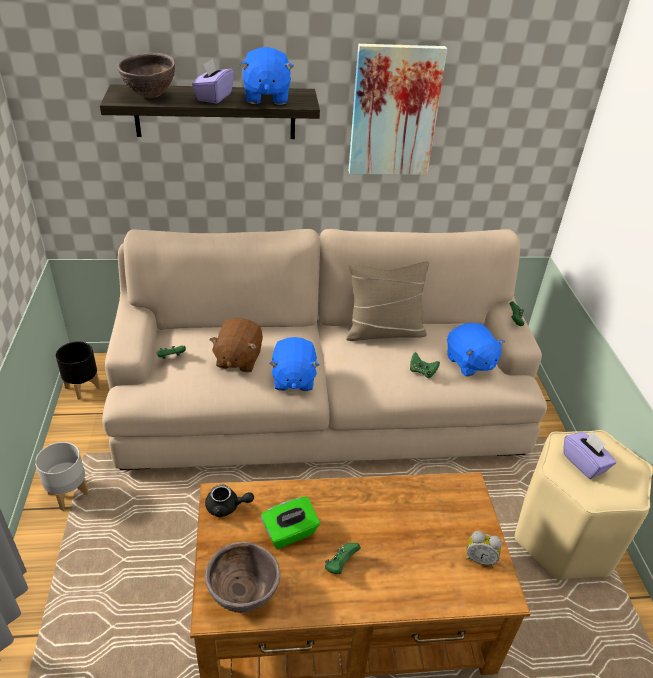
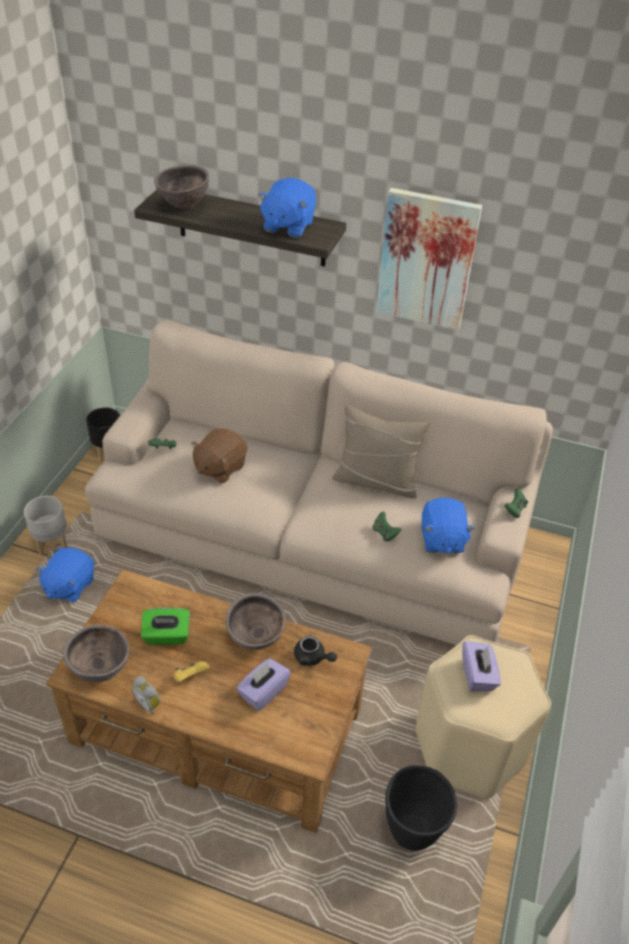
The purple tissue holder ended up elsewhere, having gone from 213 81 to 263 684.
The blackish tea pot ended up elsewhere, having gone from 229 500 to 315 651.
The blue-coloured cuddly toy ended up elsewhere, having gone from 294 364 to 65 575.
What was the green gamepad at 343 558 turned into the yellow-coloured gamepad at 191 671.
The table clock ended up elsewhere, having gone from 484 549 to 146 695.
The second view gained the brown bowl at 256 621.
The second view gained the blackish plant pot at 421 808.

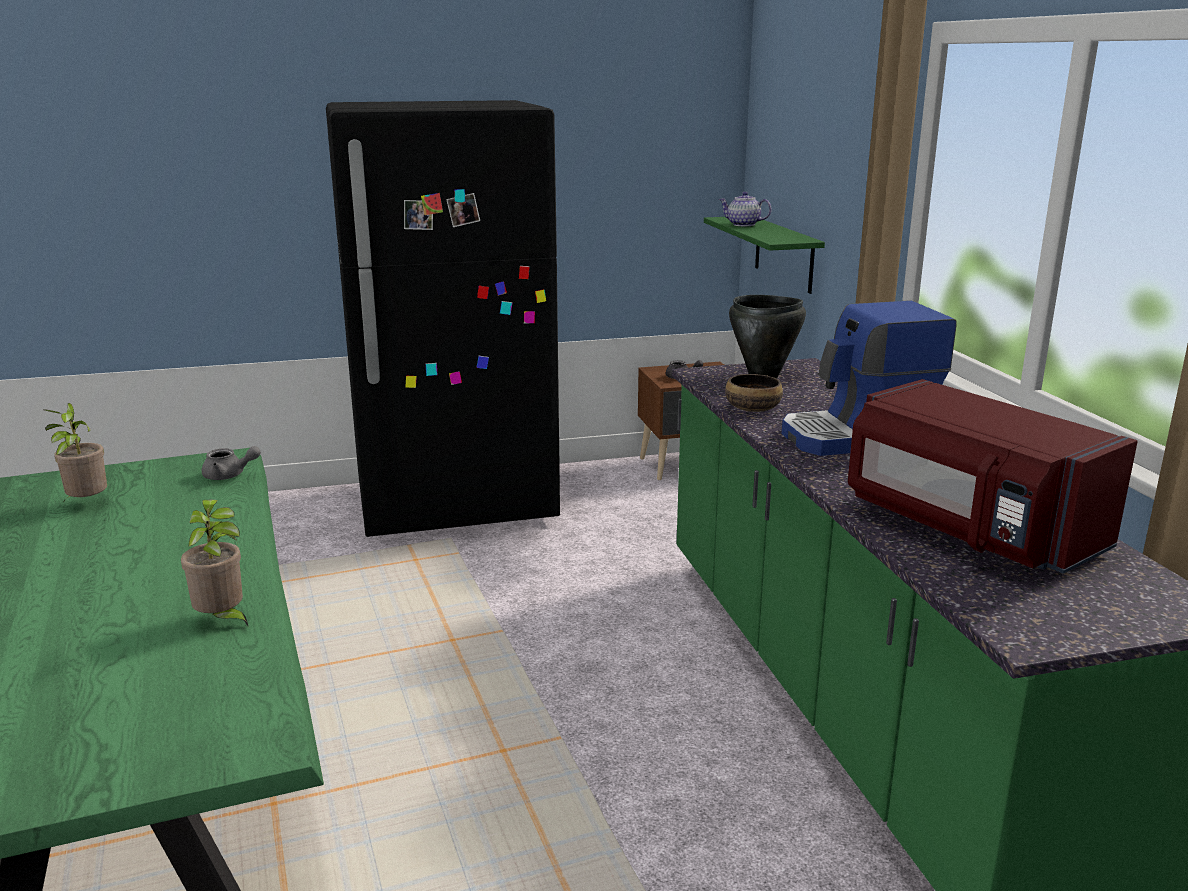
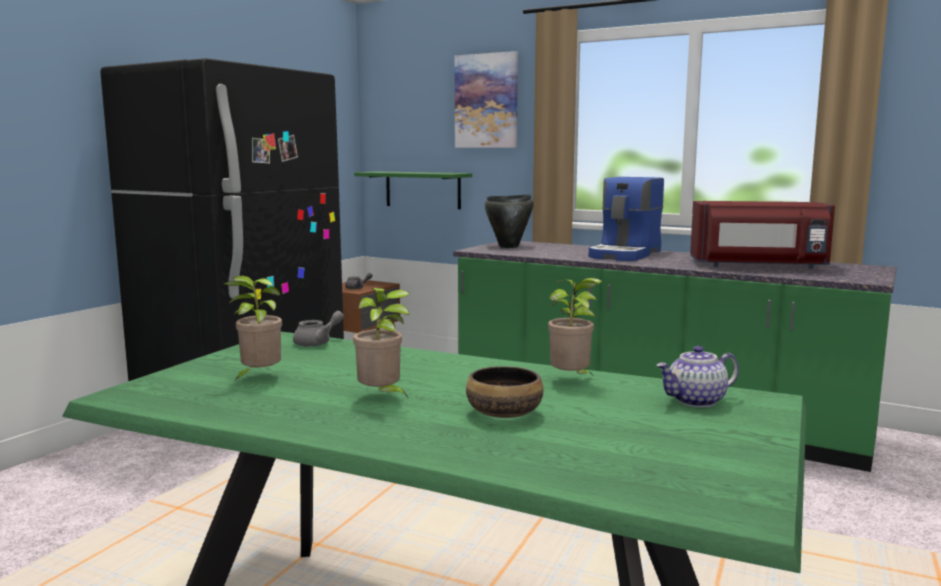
The tea pot ended up elsewhere, having gone from 745 209 to 697 376.
The bowl ended up elsewhere, having gone from 754 393 to 504 392.
The second view gained the potted plant at 381 343.
The second view gained the wall picture at 486 99.

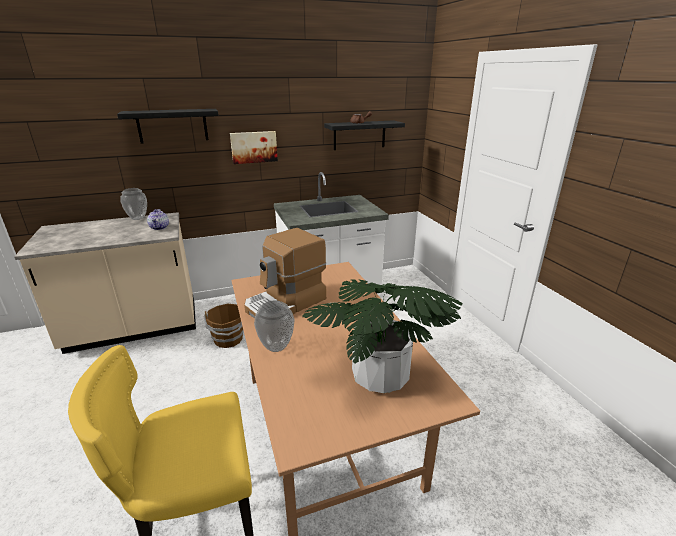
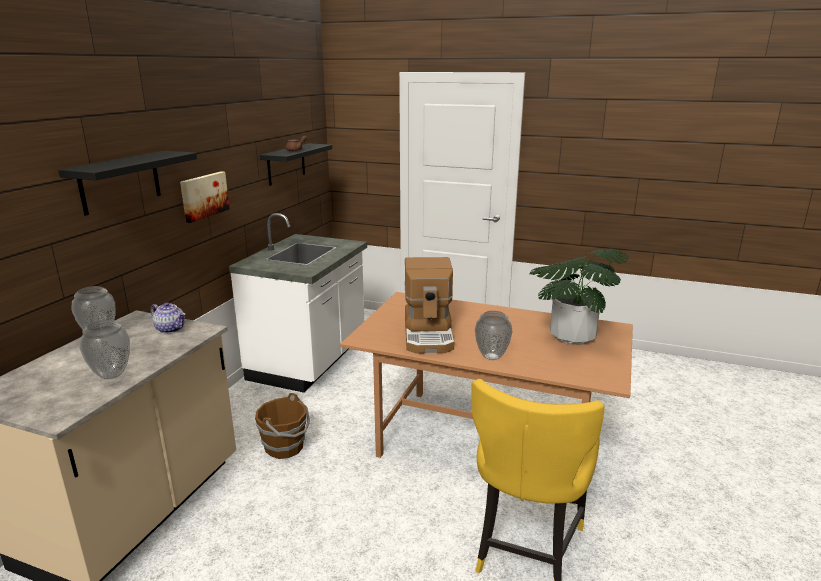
The second view gained the vase at 105 349.

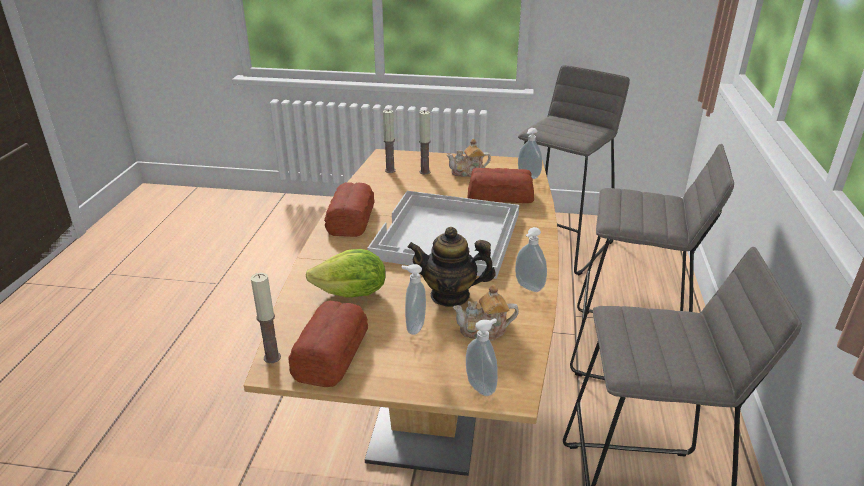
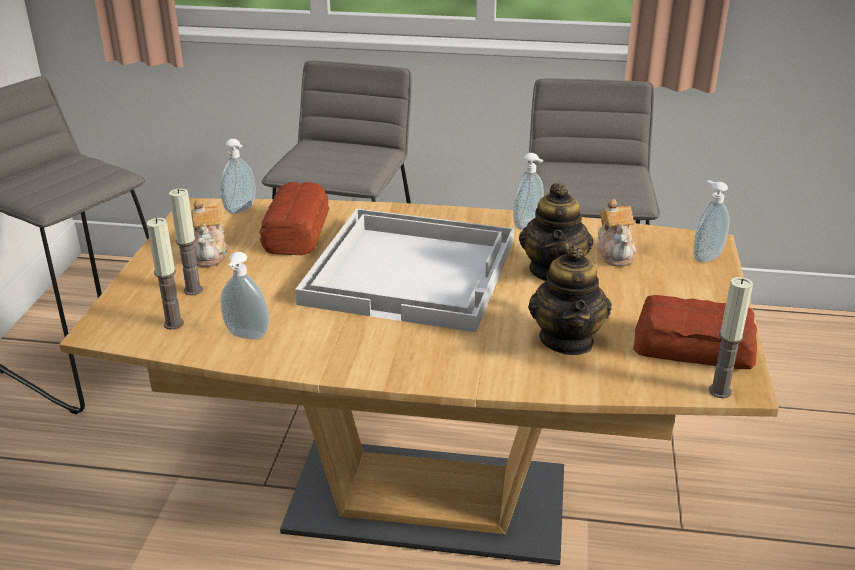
Where the lettuce head stood at 346 273, the tea pot came to stand at 570 298.
The second view lost the baked bread at 349 209.
The liquid soap bottle ended up elsewhere, having gone from 414 299 to 245 296.

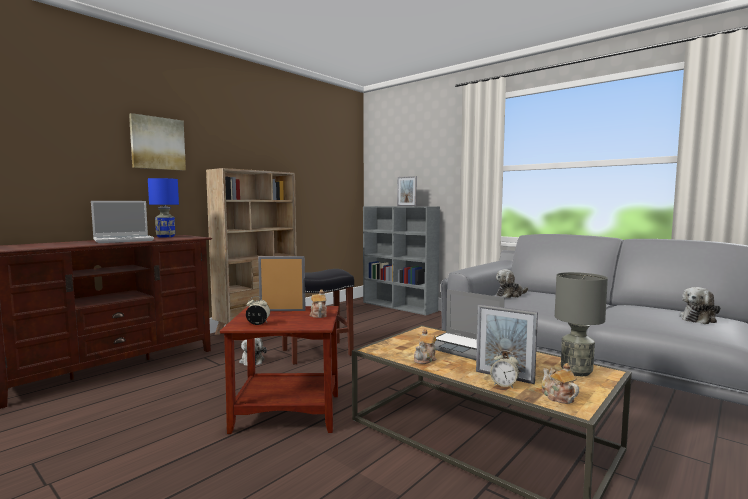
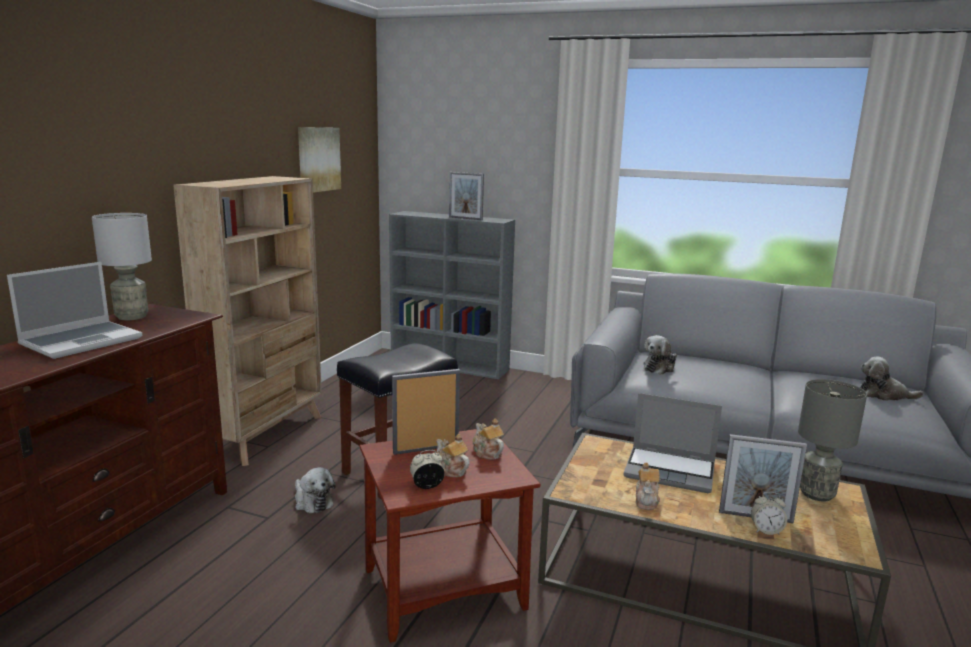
The wall picture ended up elsewhere, having gone from 157 142 to 319 160.
What was the blue-coloured table lamp at 163 208 turned into the grey table lamp at 122 266.
The tea pot ended up elsewhere, having gone from 560 383 to 453 455.
The cuddly toy at 699 305 ended up facing another way, 75 degrees clockwise from before.

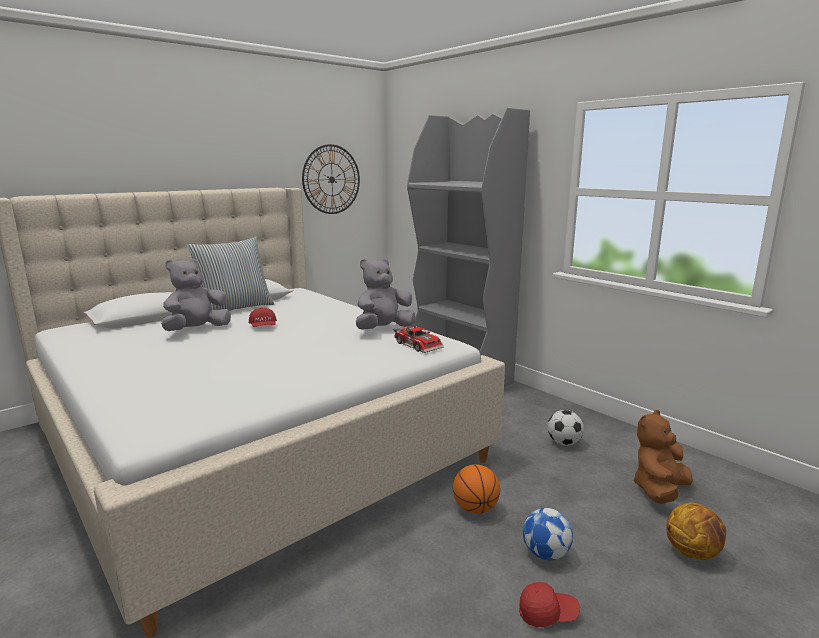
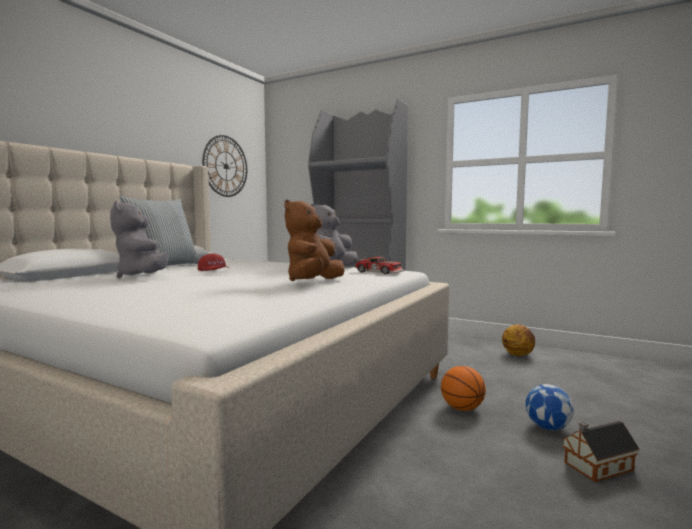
The grey cuddly toy at 196 295 ended up facing another way, 45 degrees counterclockwise from before.
Where the red peaked cap stood at 549 604, the miniature house came to stand at 601 451.
The second view lost the ball for football at 565 428.
The brown cuddly toy ended up elsewhere, having gone from 663 457 to 314 240.
The basketball ended up elsewhere, having gone from 696 531 to 518 340.

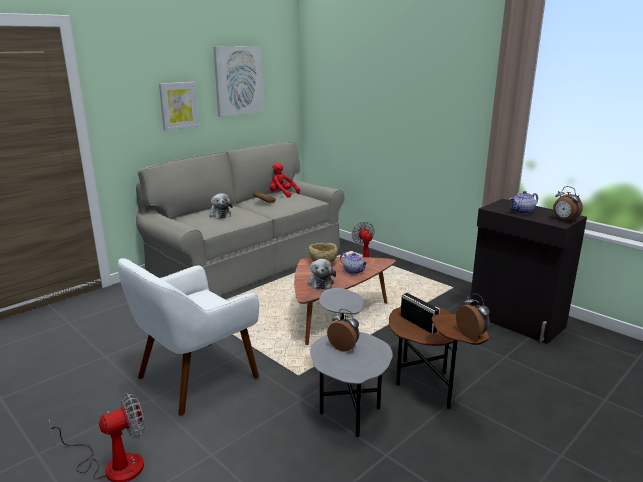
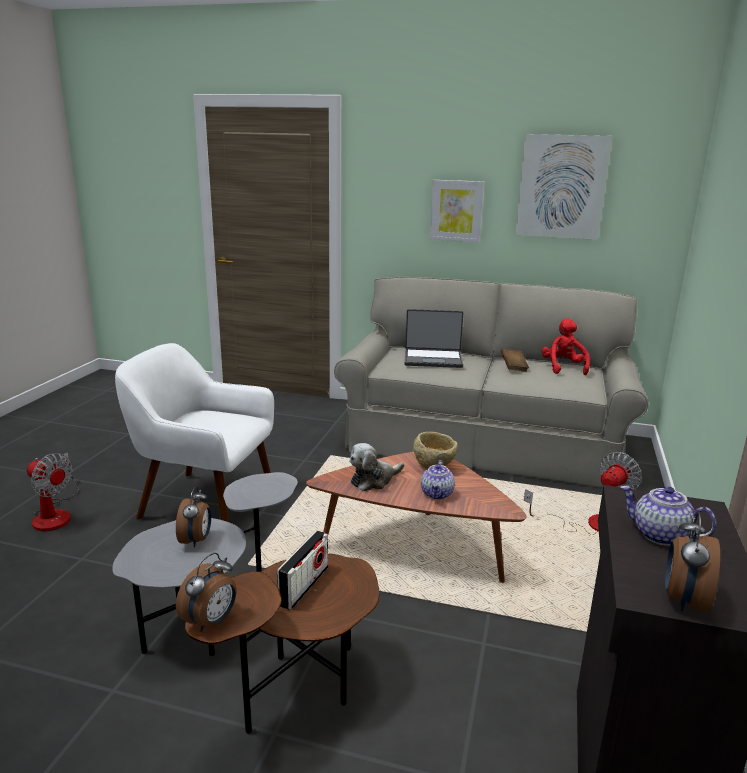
Where the cuddly toy stood at 221 206, the notebook computer came to stand at 433 338.

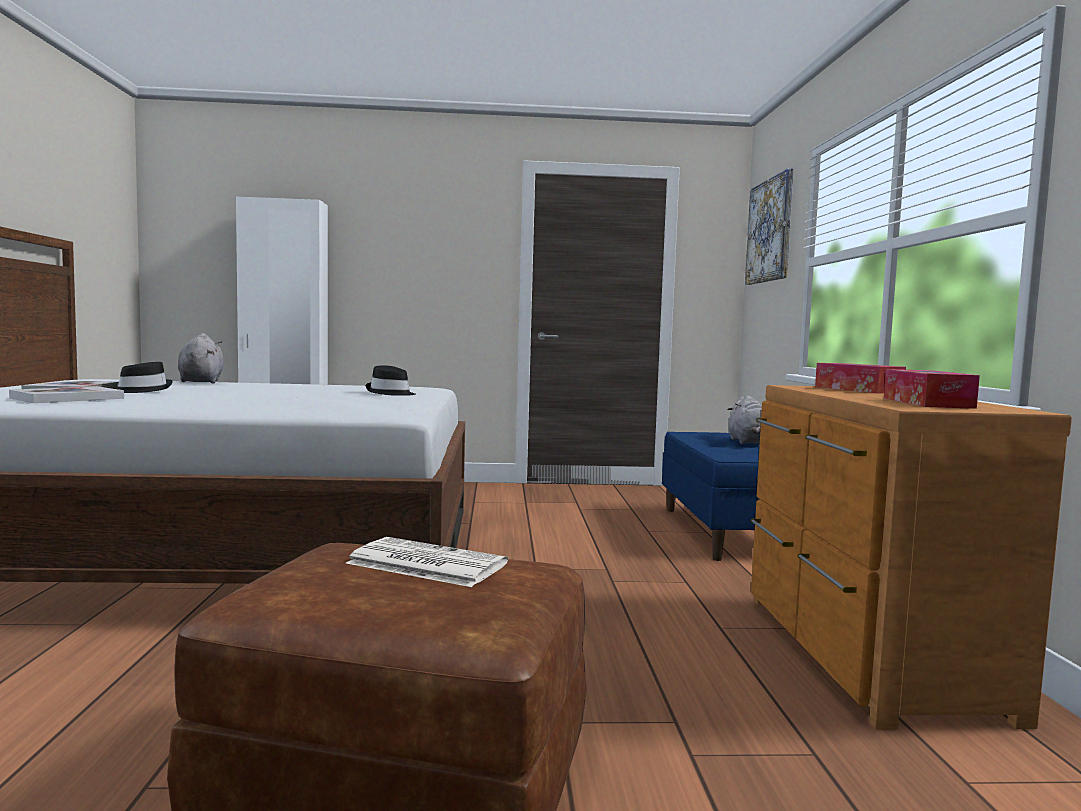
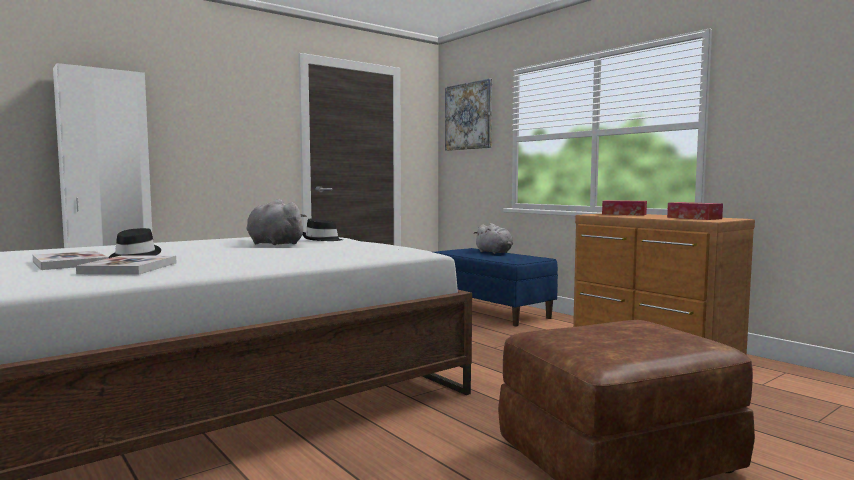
The grey cuddly toy ended up elsewhere, having gone from 200 358 to 276 222.
The second view lost the daily paper at 427 562.

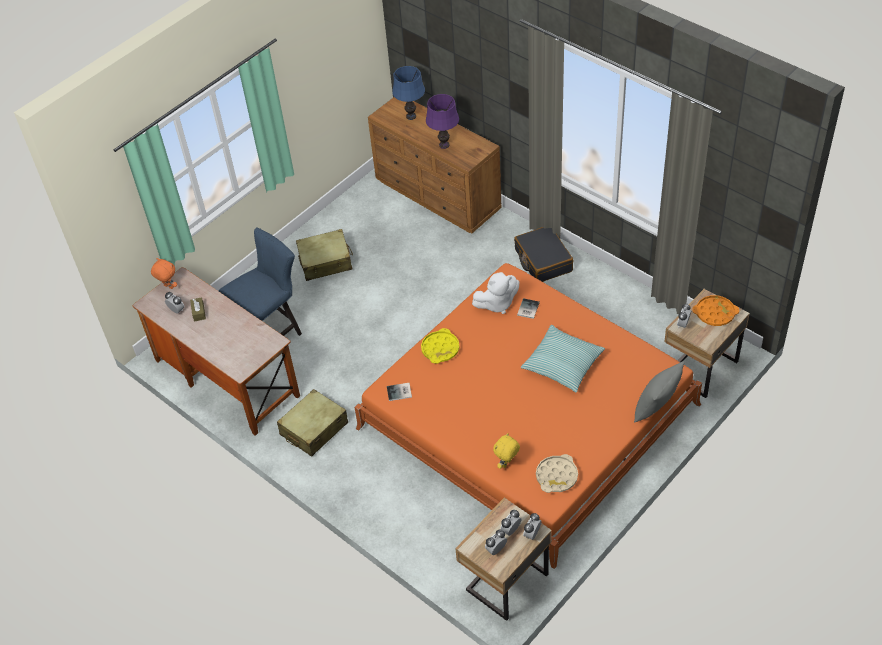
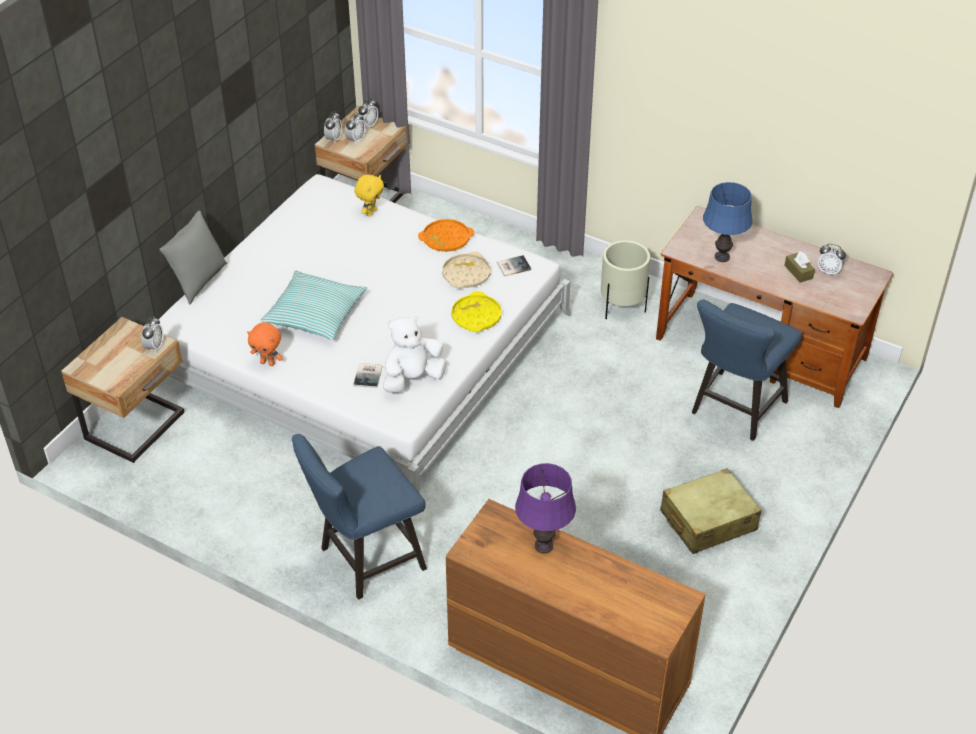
The orange cuddly toy ended up elsewhere, having gone from 164 273 to 265 344.
Where the beige suitcase stood at 312 422, the beige plant pot came to stand at 625 279.
What was the orange bed at 528 416 turned into the white-coloured bed at 365 334.
The blue-coloured table lamp ended up elsewhere, having gone from 408 93 to 727 222.
Where the blackish suitcase stood at 544 254, the blue-coloured chair came to stand at 359 516.
The beige serving tray ended up elsewhere, having gone from 557 473 to 466 269.
The orange serving tray ended up elsewhere, having gone from 715 310 to 446 235.

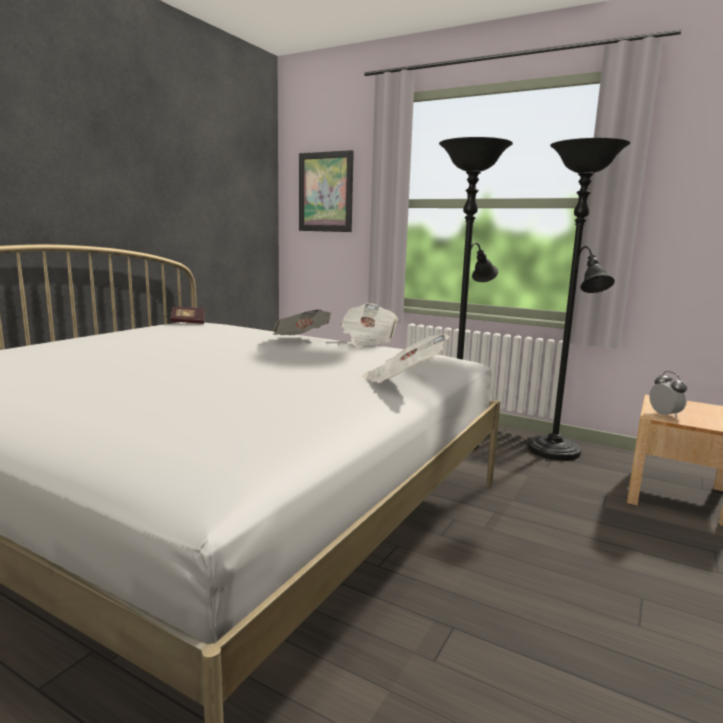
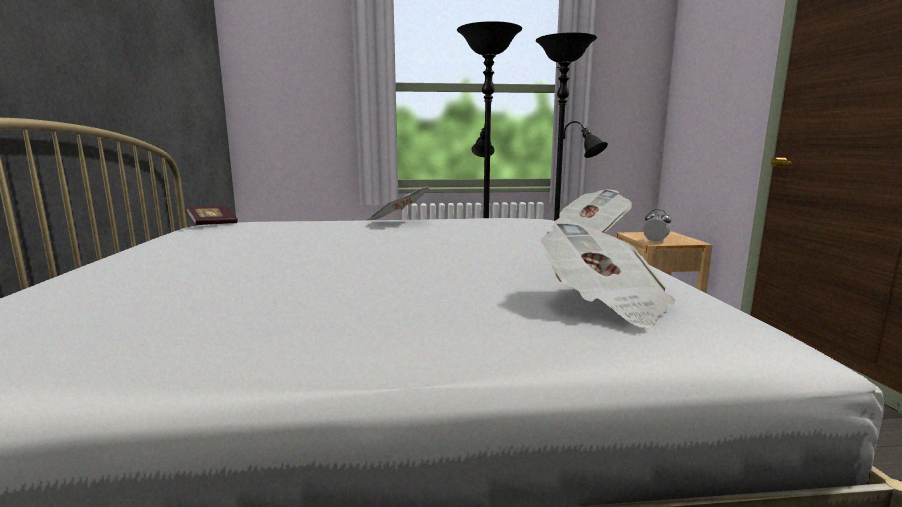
The second view lost the wall picture at 326 191.
The daily paper ended up elsewhere, having gone from 369 325 to 608 275.

